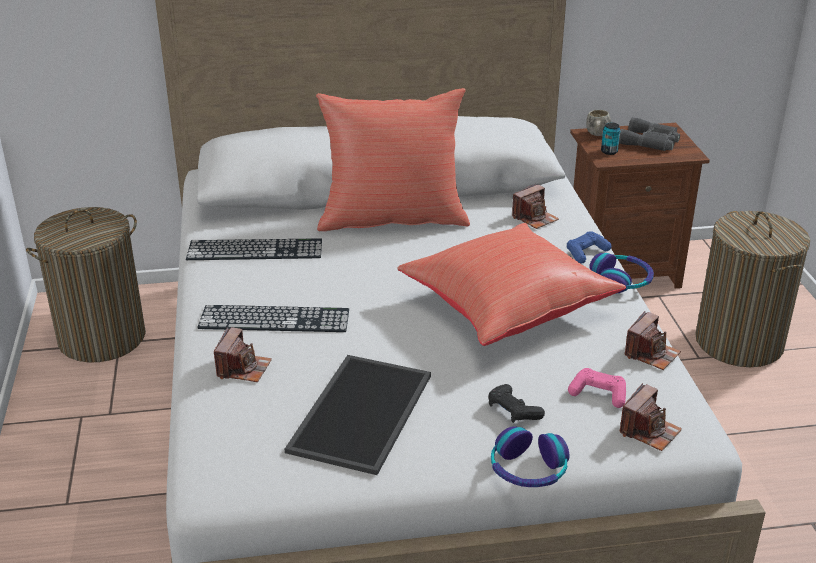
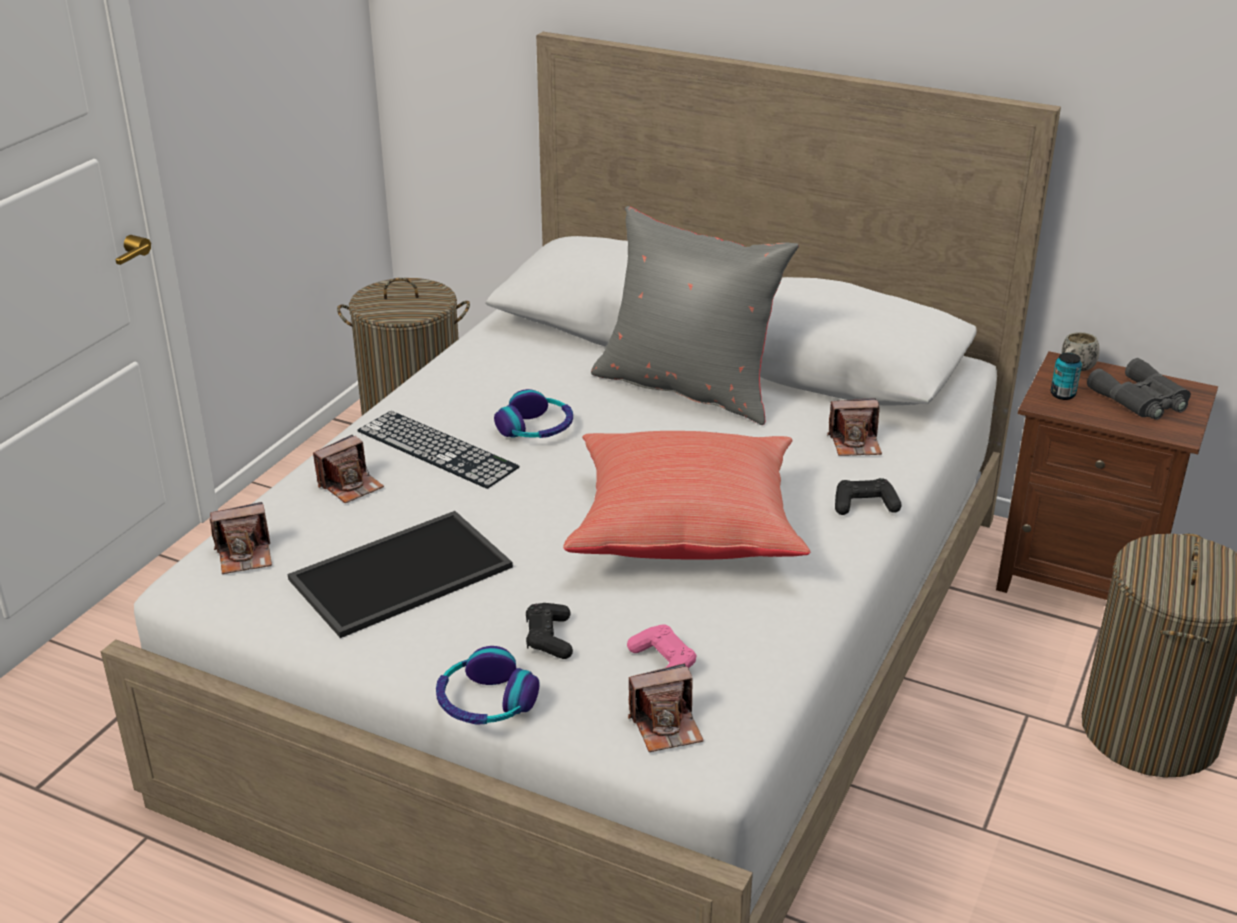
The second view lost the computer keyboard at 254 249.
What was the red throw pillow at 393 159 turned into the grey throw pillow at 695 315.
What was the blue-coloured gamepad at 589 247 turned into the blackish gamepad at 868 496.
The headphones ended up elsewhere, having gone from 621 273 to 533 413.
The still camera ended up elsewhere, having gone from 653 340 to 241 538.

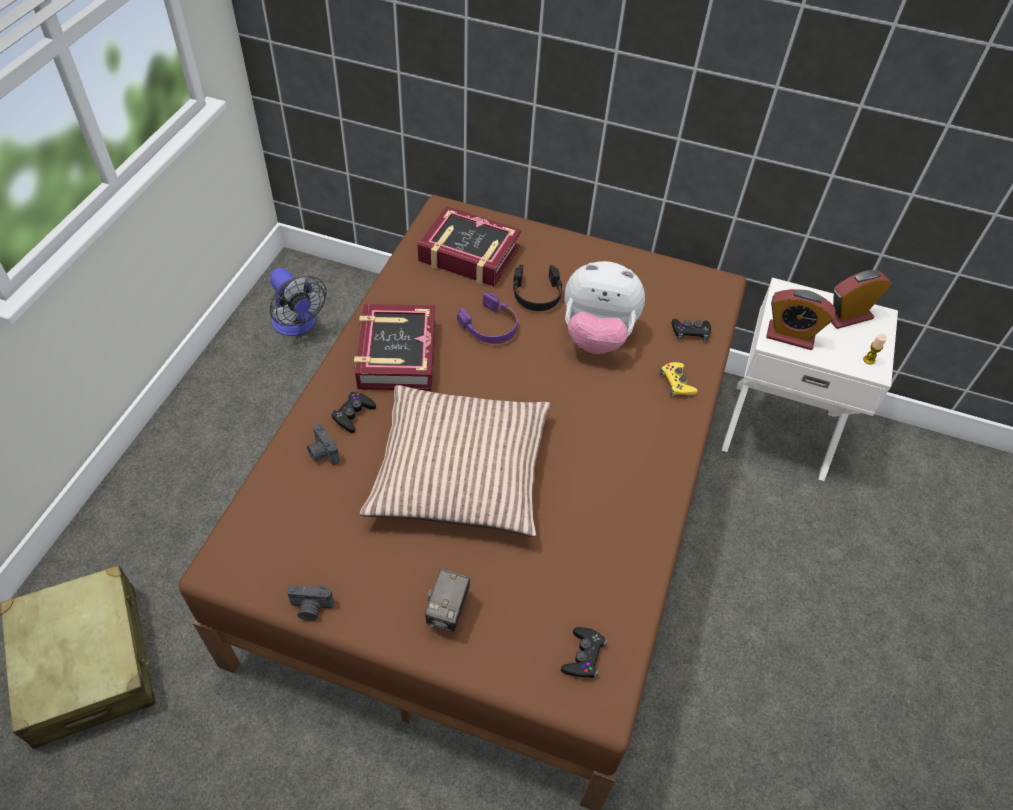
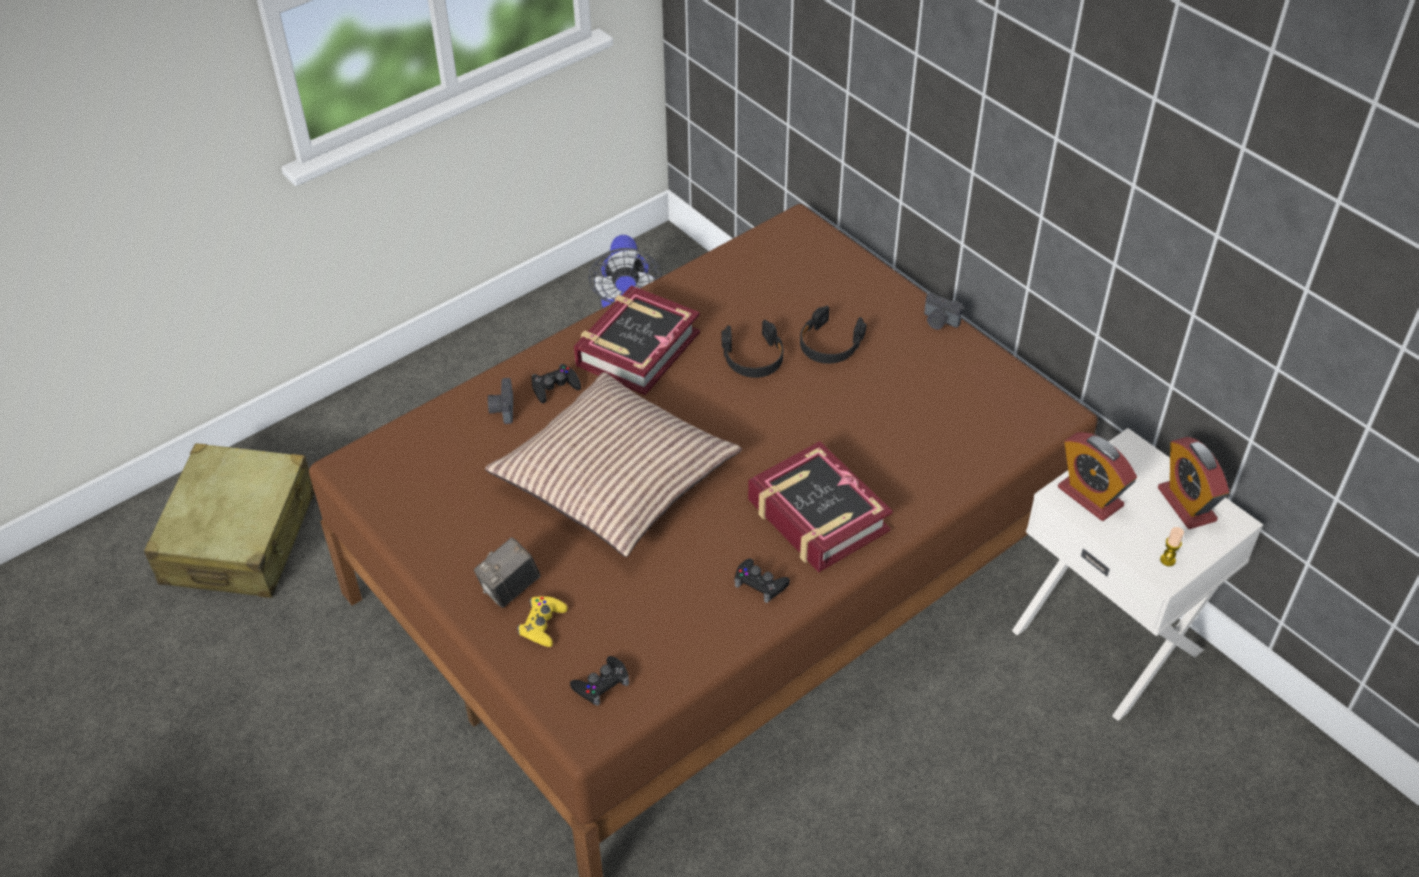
The still camera ended up elsewhere, having gone from 310 603 to 943 311.
The bound book ended up elsewhere, having gone from 469 246 to 820 506.
What was the purple headphones at 487 318 turned into the blackish headphones at 752 349.
The second view lost the cuddly toy at 605 307.
The yellow-coloured gamepad ended up elsewhere, having gone from 678 379 to 542 621.
The blackish gamepad ended up elsewhere, having gone from 691 330 to 762 580.
The table clock at 861 299 ended up facing another way, 120 degrees counterclockwise from before.

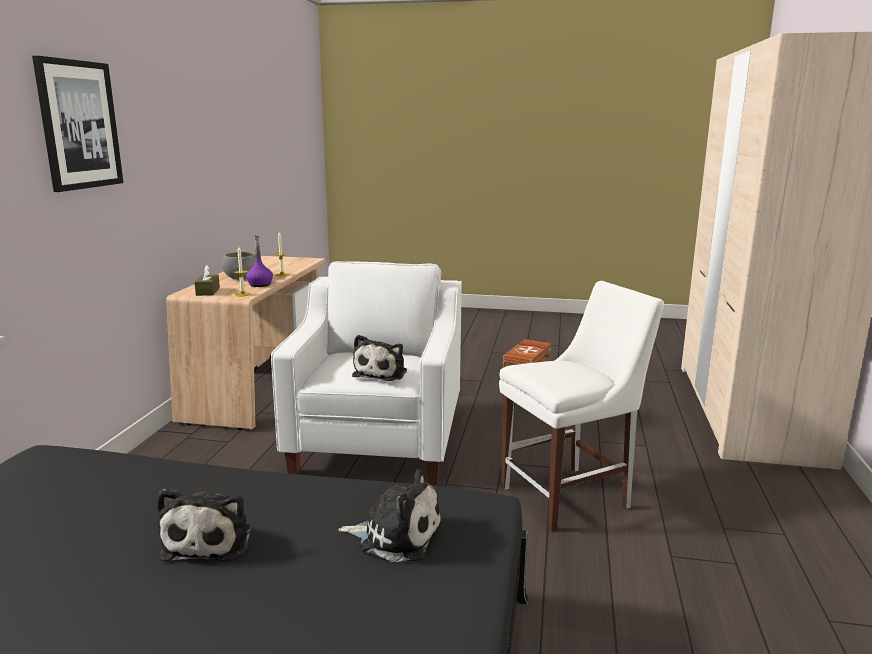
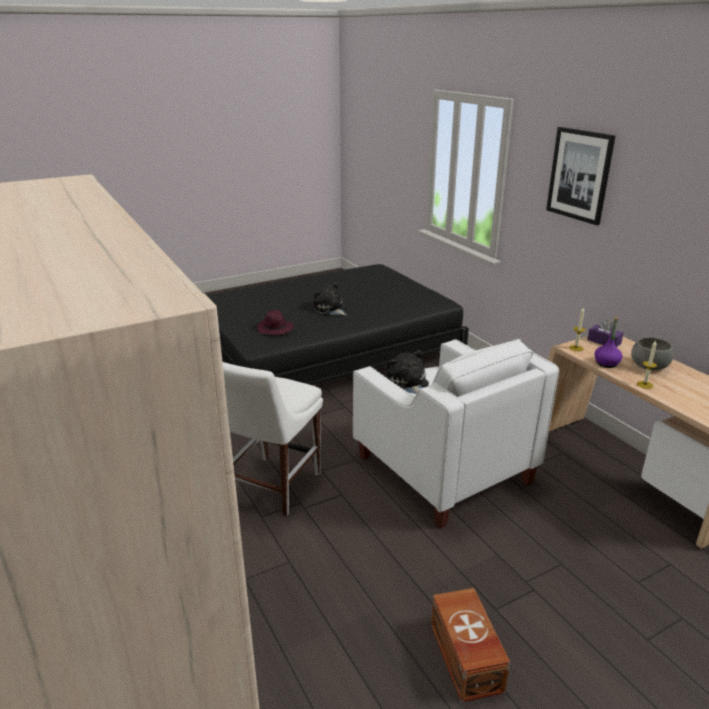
What was the brown tissue holder at 207 280 turned into the purple tissue holder at 605 333.
Where the cuddly toy stood at 390 516, the purple clothing hat came to stand at 275 322.

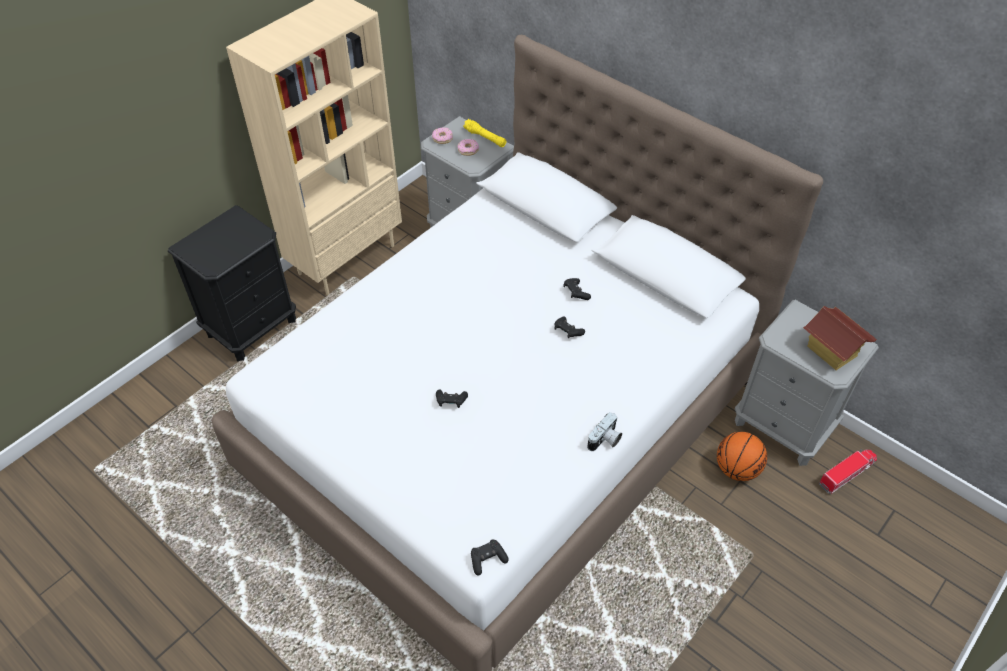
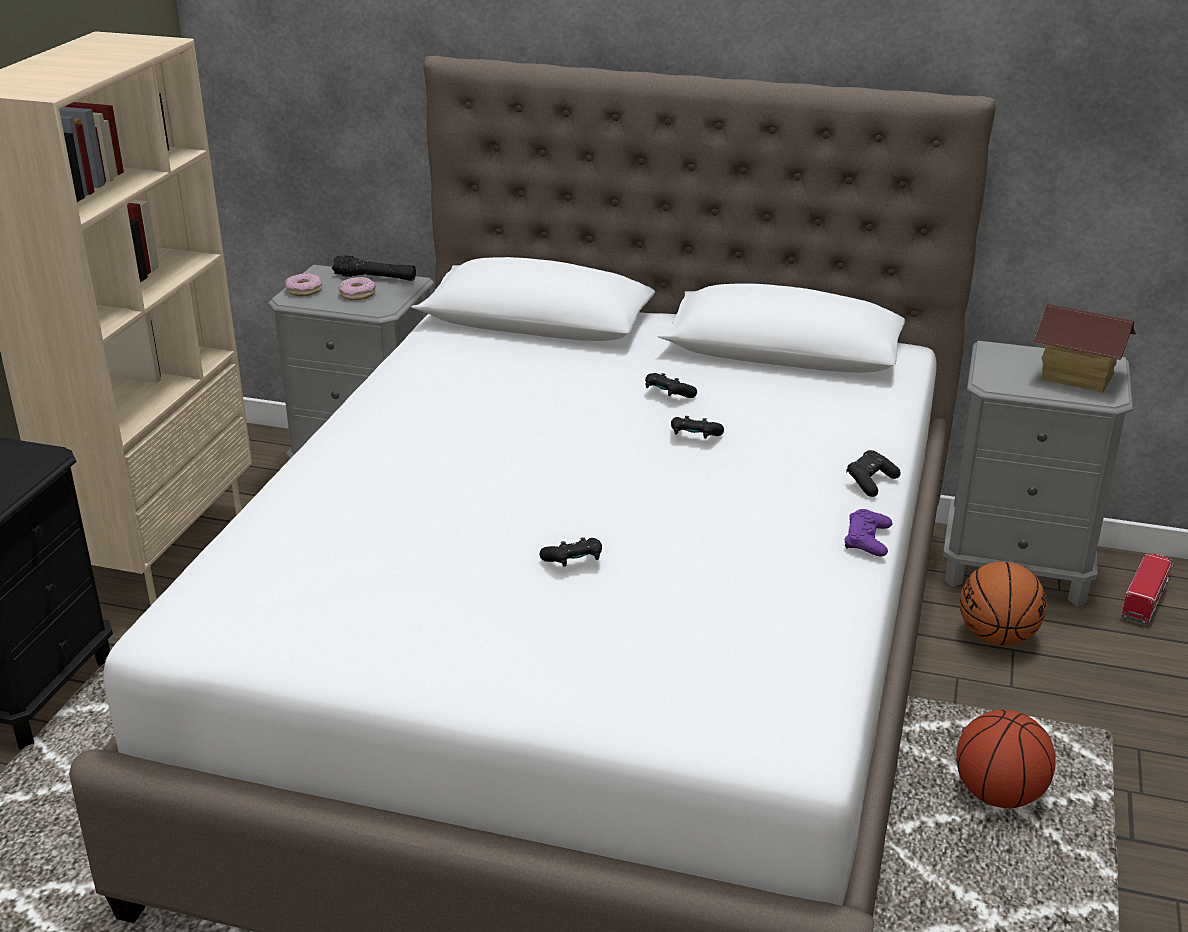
What was the yellow-coloured hand torch at 485 133 turned into the blackish hand torch at 374 268.
The blackish gamepad ended up elsewhere, having gone from 490 557 to 873 473.
Where the still camera stood at 604 431, the purple gamepad came to stand at 868 533.
The second view gained the basketball at 1006 759.

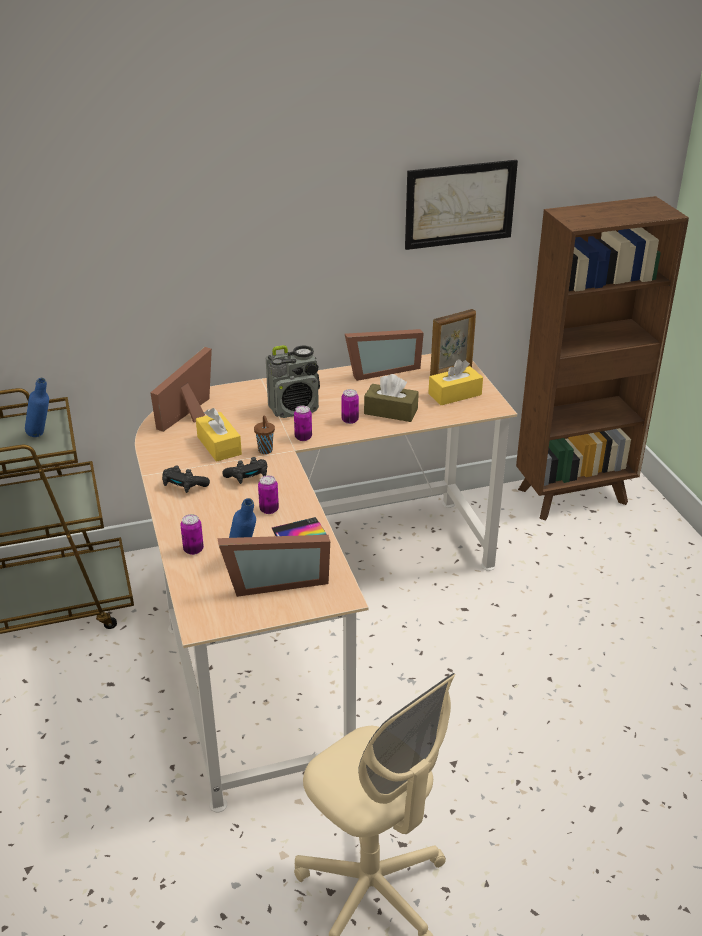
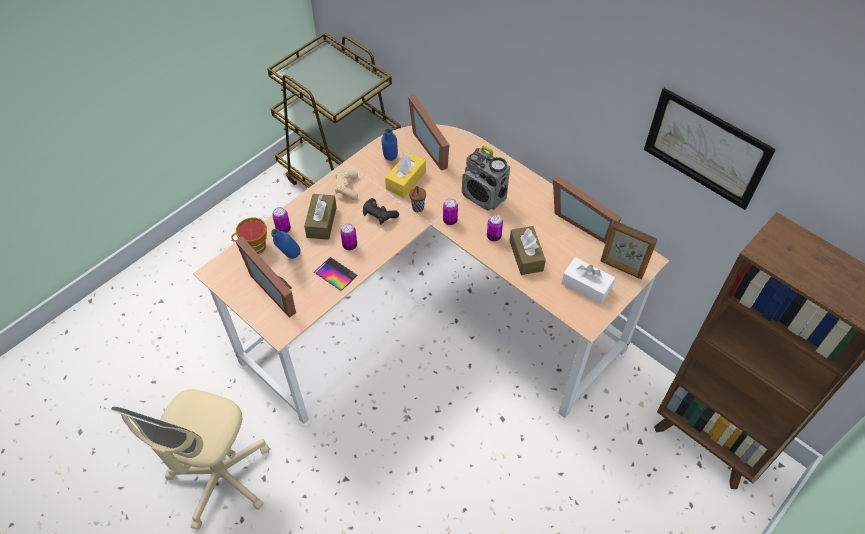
The blue-coloured bottle ended up elsewhere, having gone from 37 407 to 389 145.
The standing frame at 181 389 ended up facing another way, 120 degrees counterclockwise from before.
What was the blackish gamepad at 186 479 turned into the beige gamepad at 346 184.
What was the yellow-coloured tissue holder at 455 382 turned into the white-coloured tissue holder at 588 281.
The second view gained the small cup at 249 235.
The second view gained the brown tissue holder at 320 217.

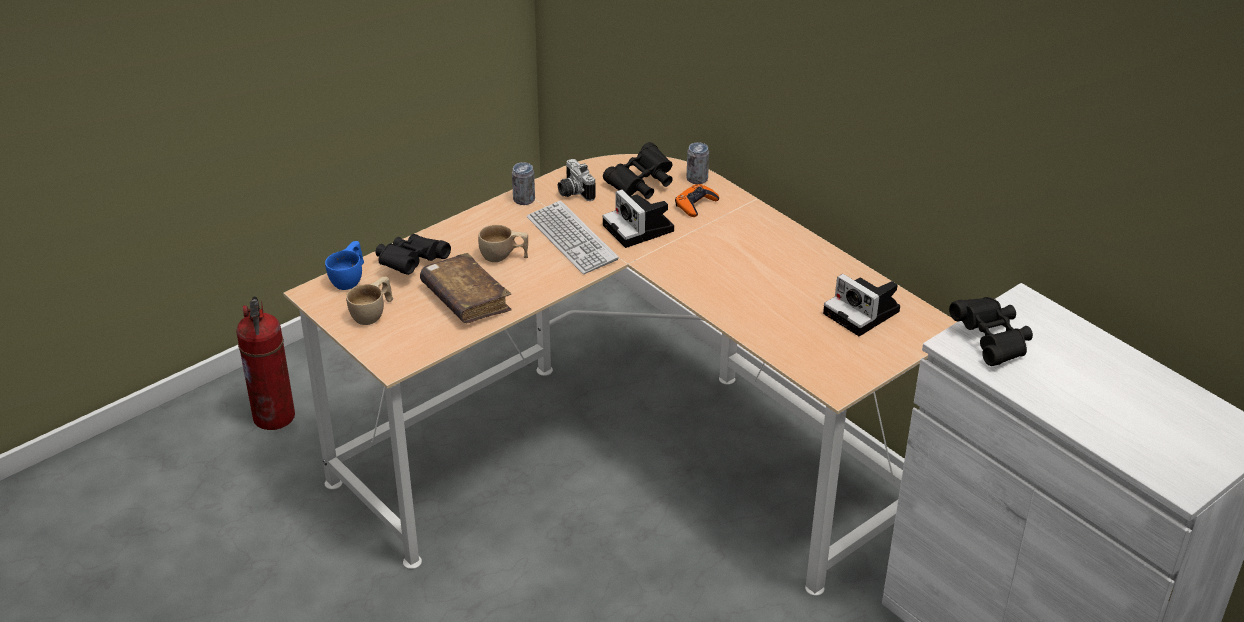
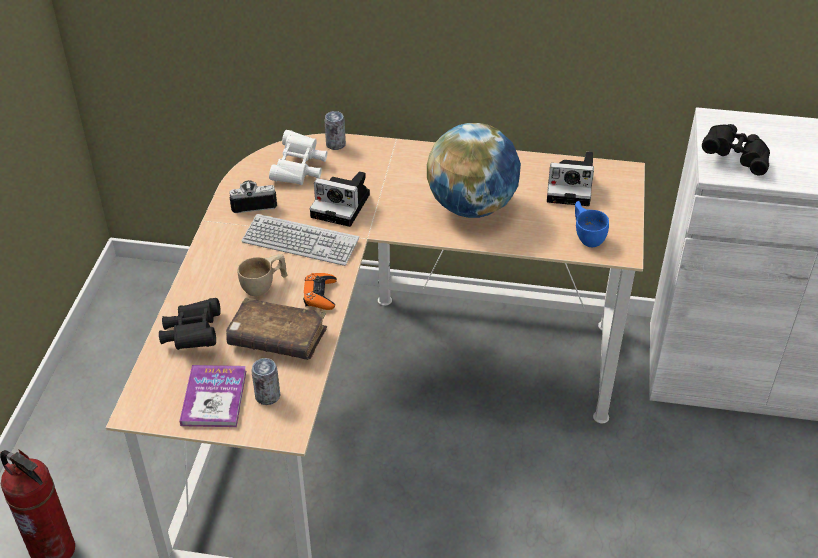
The blue-coloured small cup ended up elsewhere, having gone from 344 265 to 592 224.
Where the beige small cup stood at 369 301, the bound book came to stand at 212 396.
The can ended up elsewhere, having gone from 523 183 to 265 381.
The still camera at 577 180 ended up facing another way, 150 degrees clockwise from before.
What was the blackish pair of binoculars at 638 170 turned into the white-coloured pair of binoculars at 298 157.
The orange gamepad ended up elsewhere, having gone from 697 200 to 320 291.
The second view gained the world globe at 474 170.

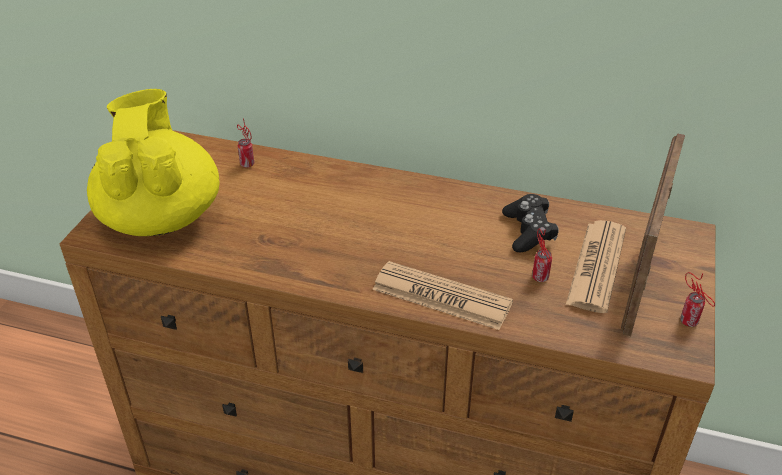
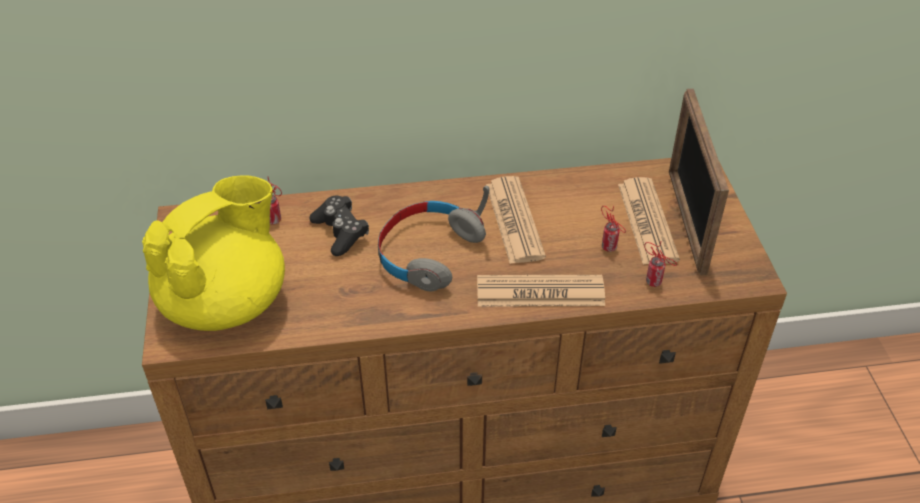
The yellow-coloured tea pot at 153 162 ended up facing another way, 75 degrees clockwise from before.
The blackish gamepad ended up elsewhere, having gone from 530 223 to 339 226.
The can ended up elsewhere, having gone from 697 299 to 660 264.
The second view gained the grey headphones at 433 239.
The second view gained the daily paper at 516 220.

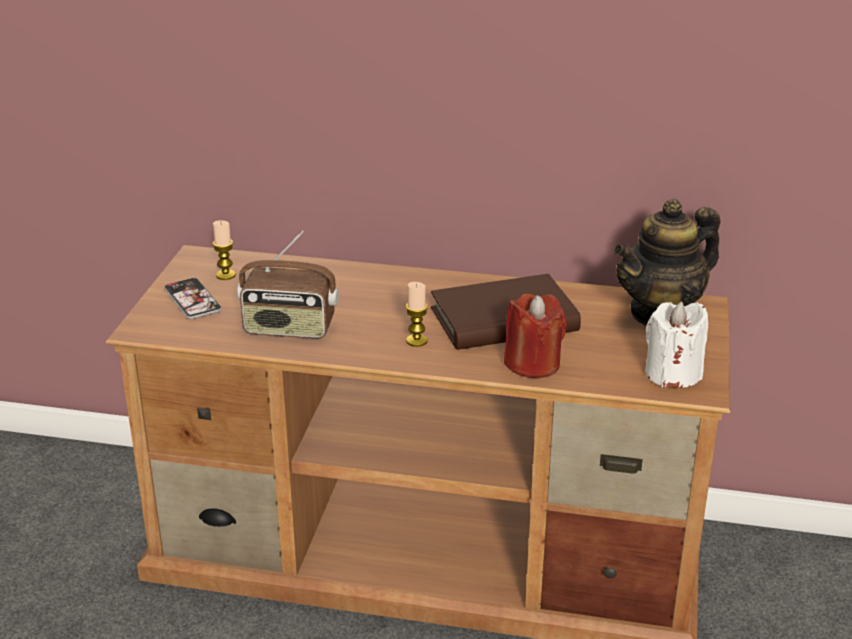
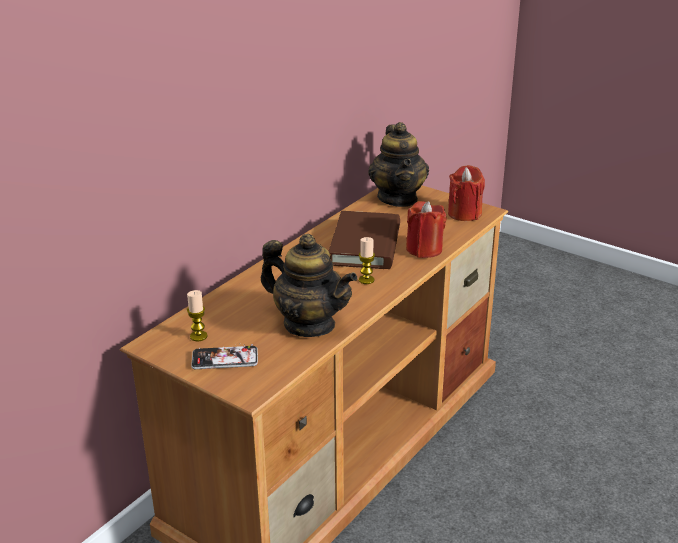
Where the radio receiver stood at 288 284, the tea pot came to stand at 309 285.
What was the white-coloured wax light at 676 344 turned into the red wax light at 466 193.

